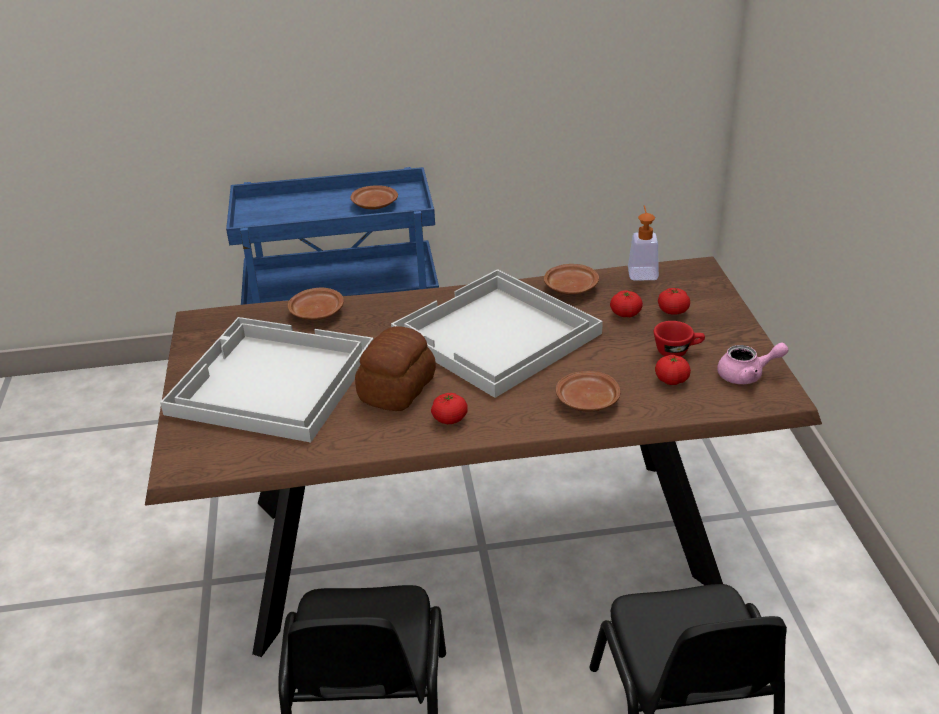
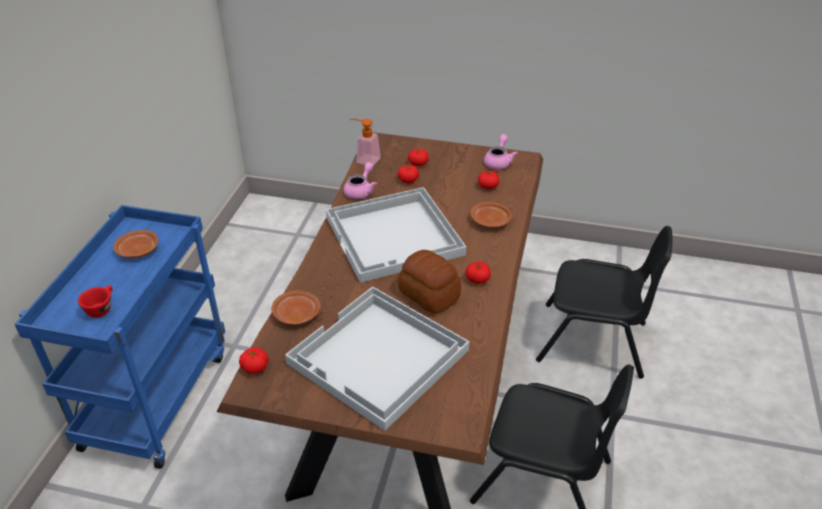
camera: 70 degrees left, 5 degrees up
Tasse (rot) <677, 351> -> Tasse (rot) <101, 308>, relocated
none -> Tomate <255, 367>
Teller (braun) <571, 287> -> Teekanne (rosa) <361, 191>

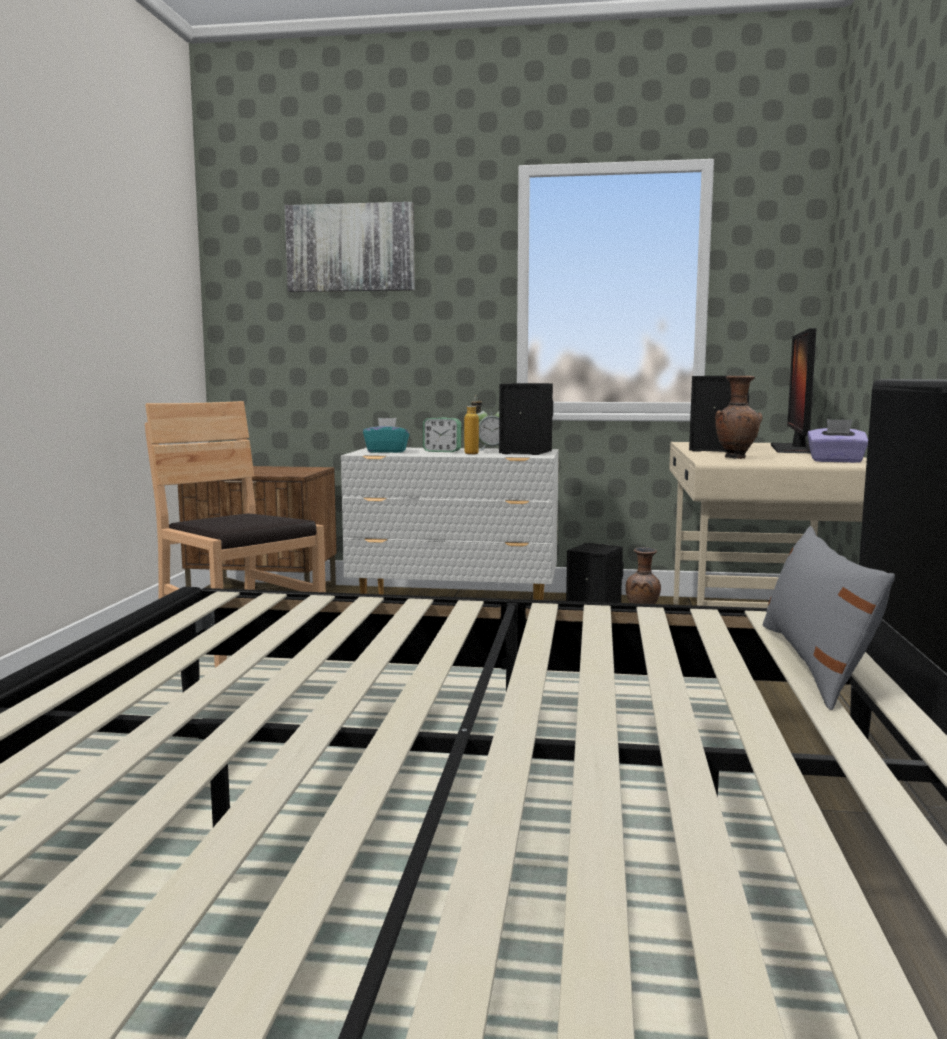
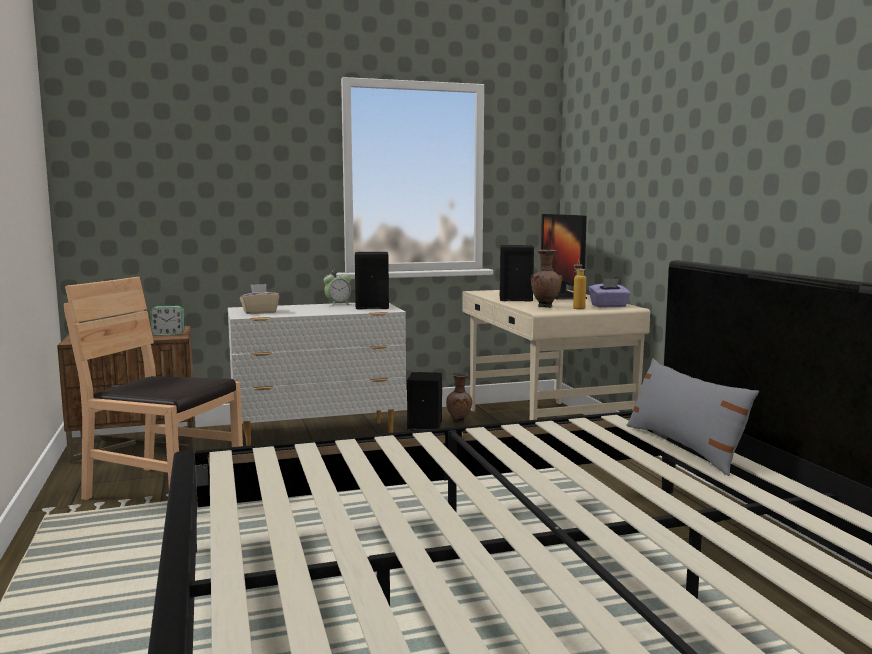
camera: 25 degrees left, 0 degrees up
Wecker <442, 451> -> Wecker <168, 334>, relocated
Taschentuchbox (türkis) <387, 451> -> Taschentuchbox (beige) <259, 312>
Flasche <473, 453> -> Flasche <578, 308>, relocated
Bild <350, 248> -> none

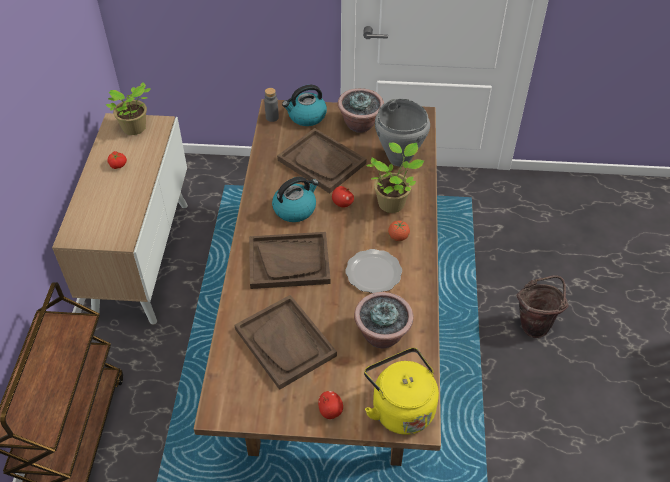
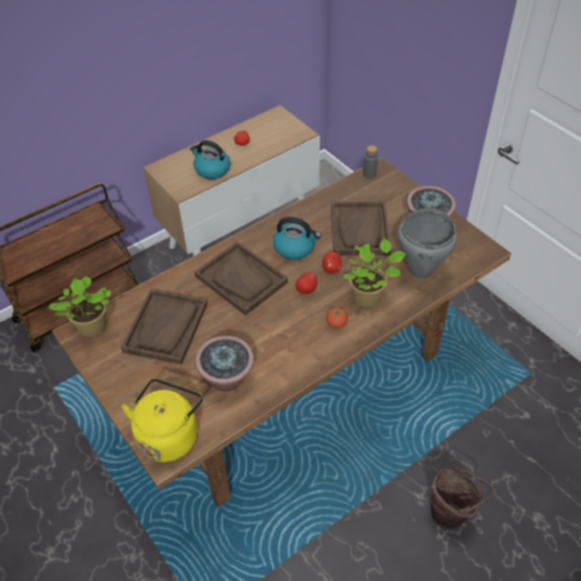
camera: 50 degrees right, 0 degrees up
Topfpflanze <135, 129> -> Topfpflanze <91, 328>, relocated
Wasserkessel <306, 116> -> Wasserkessel <211, 170>, relocated
Apfel <330, 411> -> Apfel <306, 290>, relocated
Teller <374, 273> -> none

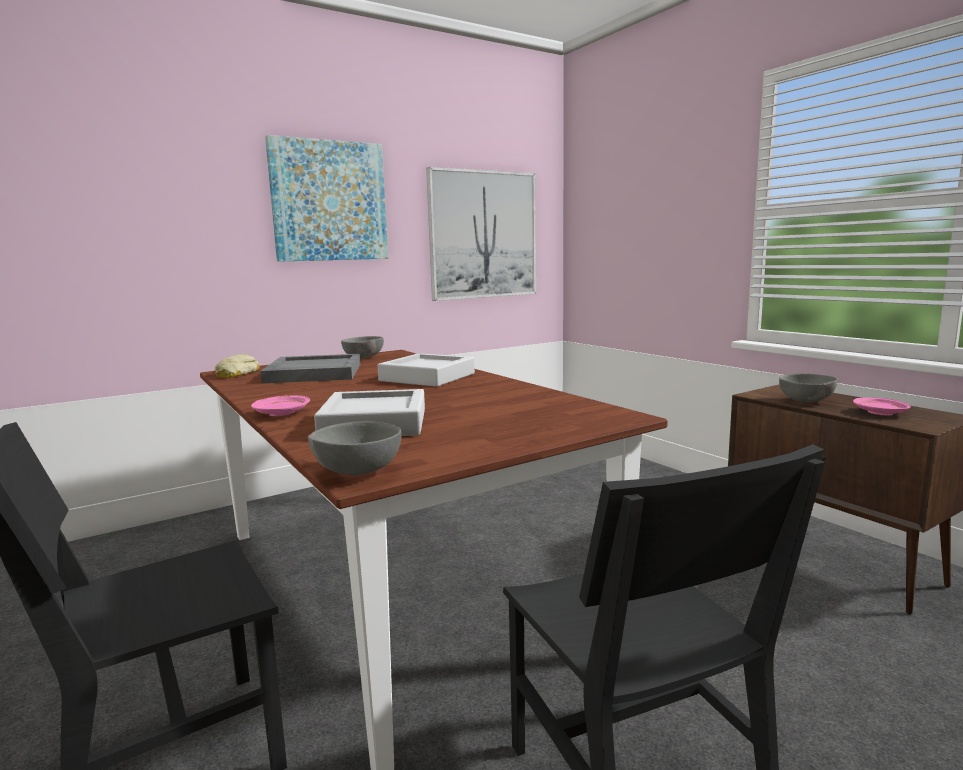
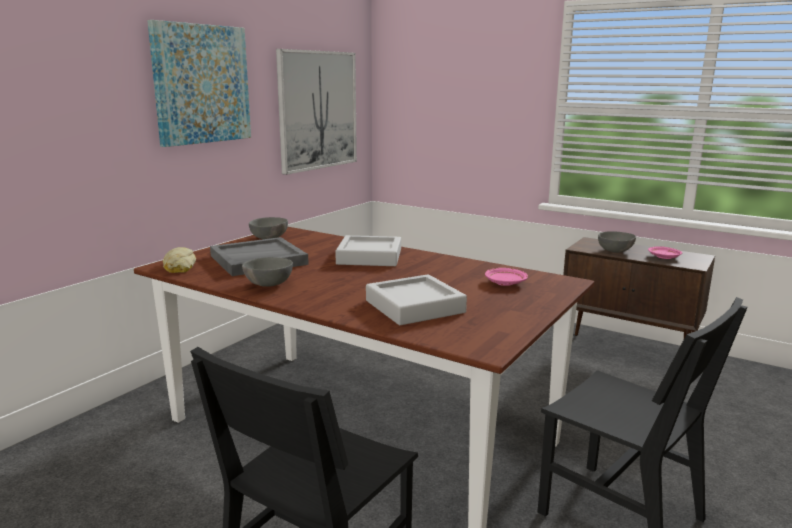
camera: 25 degrees left, 5 degrees up
Schüssel (grau) <355, 472> -> Schüssel (grau) <267, 285>, relocated
Teller (rosa) <282, 413> -> Teller (rosa) <505, 283>, relocated

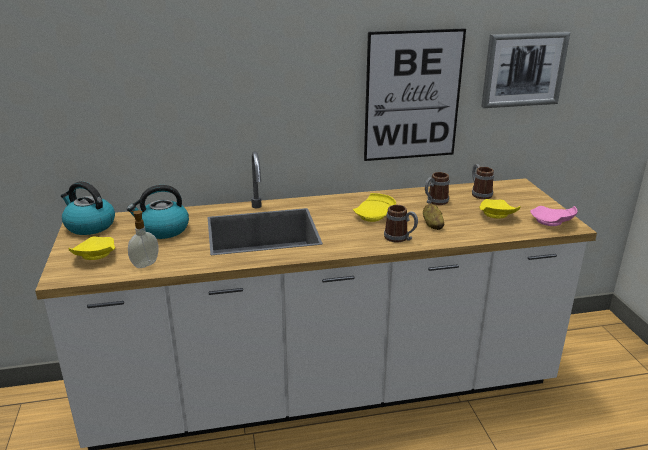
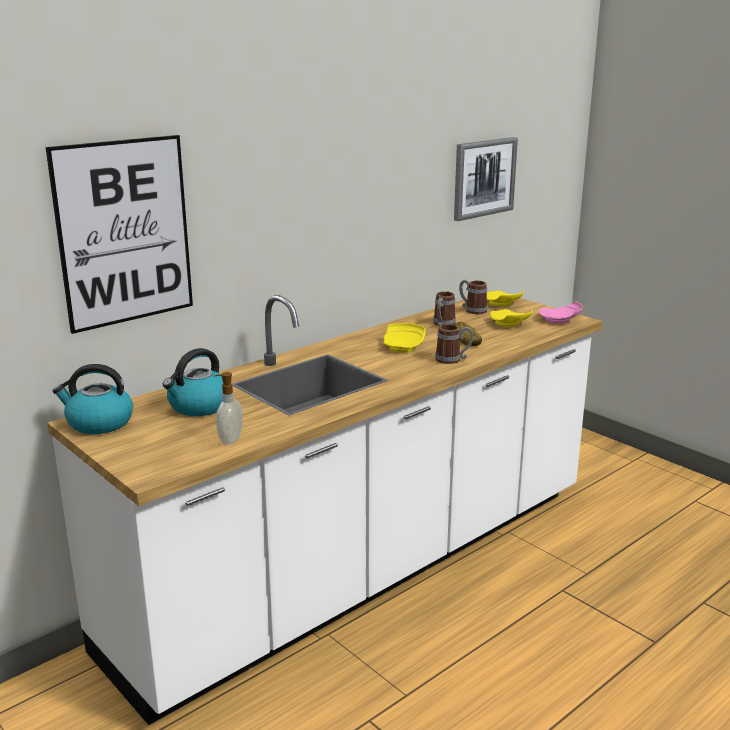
camera: 30 degrees left, 5 degrees down
Bild <412, 96> -> Bild <124, 232>, relocated
Teller (gelb) <94, 256> -> Teller (gelb) <502, 304>, relocated

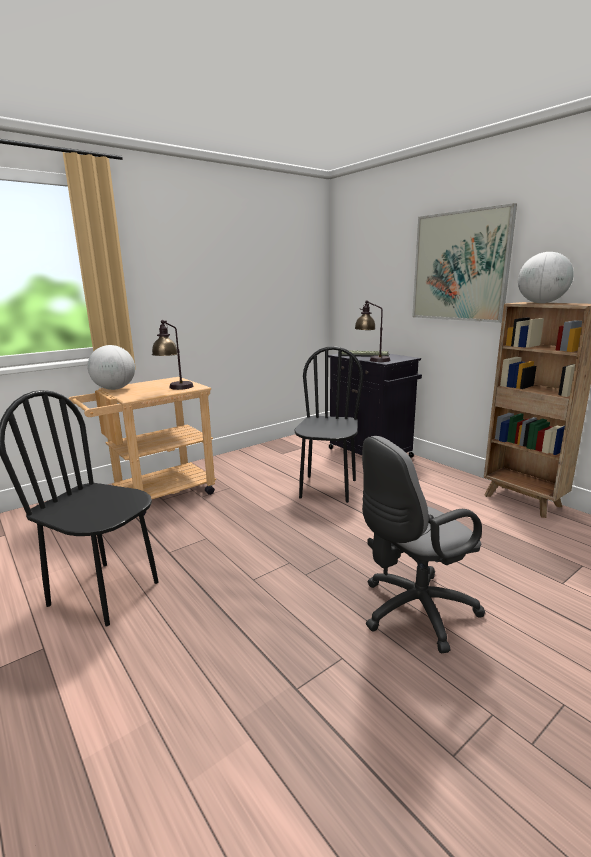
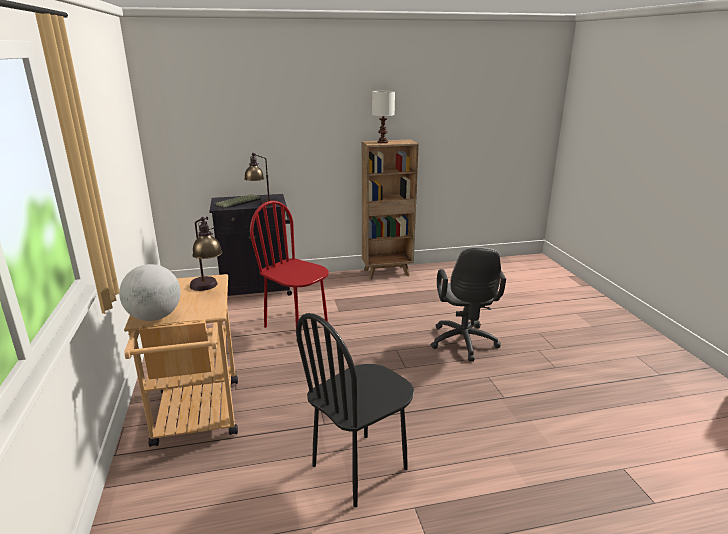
camera: 65 degrees left, 5 degrees up
Stuhl (schwarz) <327, 488> -> Stuhl (rot) <296, 325>
Globus <541, 303> -> Tischlampe (weiß) <383, 142>
Bild <460, 267> -> none

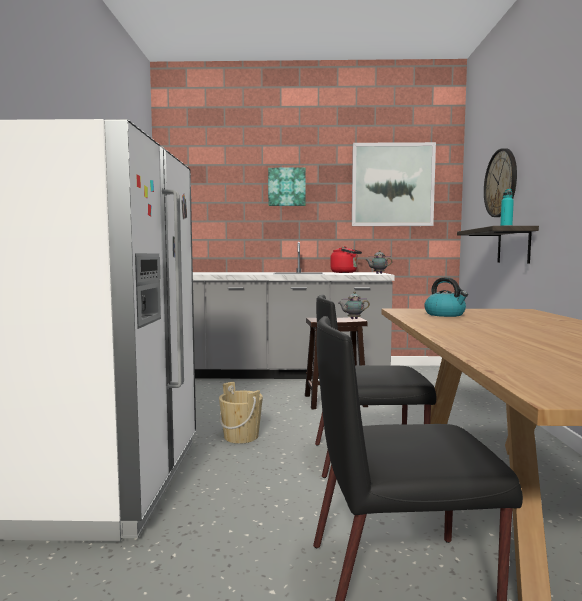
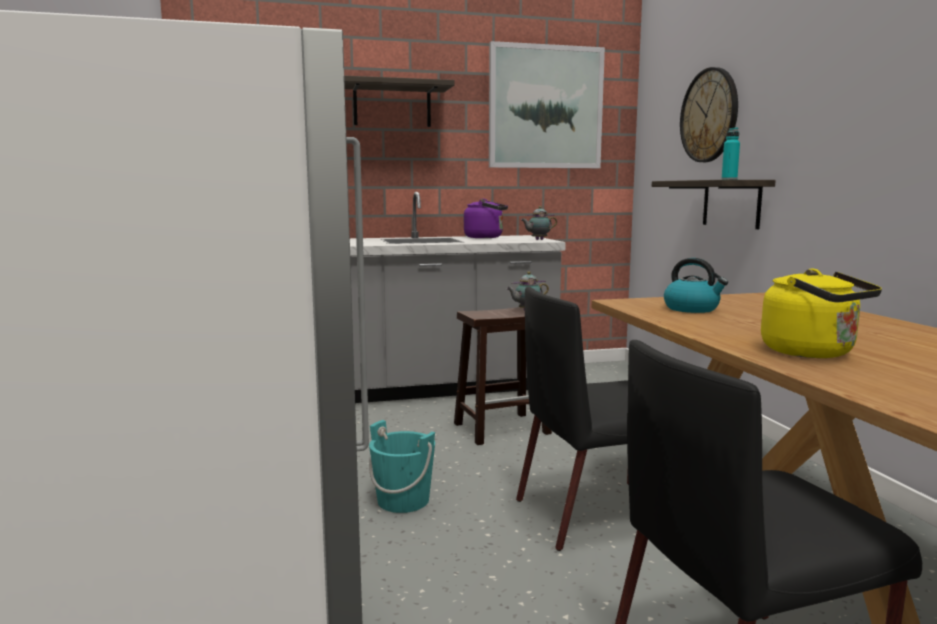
camera: 15 degrees left, 5 degrees up
Bild <287, 187> -> Wandregal <392, 105>
Eimer (beige) <241, 436> -> Eimer (türkis) <403, 500>
Wasserkessel (rot) <345, 272> -> Wasserkessel (lila) <486, 237>
none -> Wasserkessel (gelb) <813, 353>

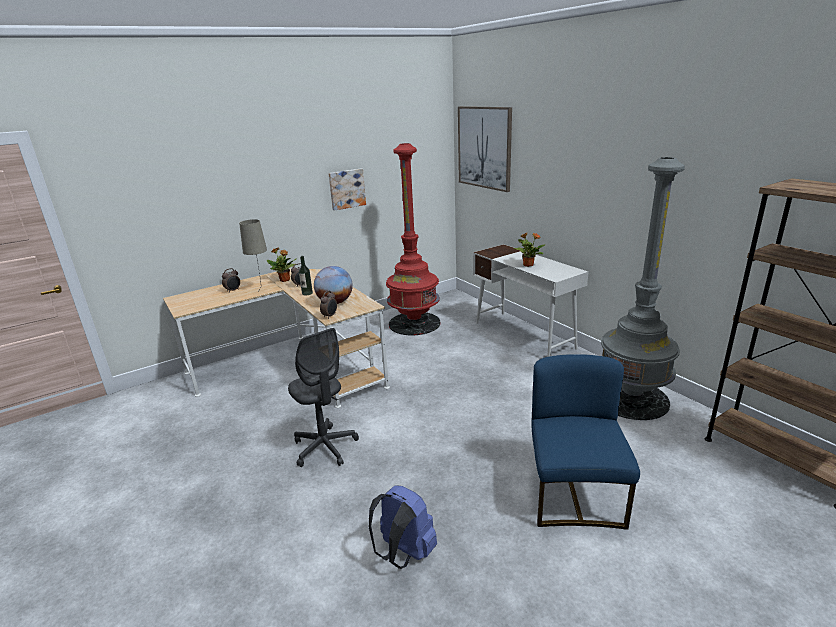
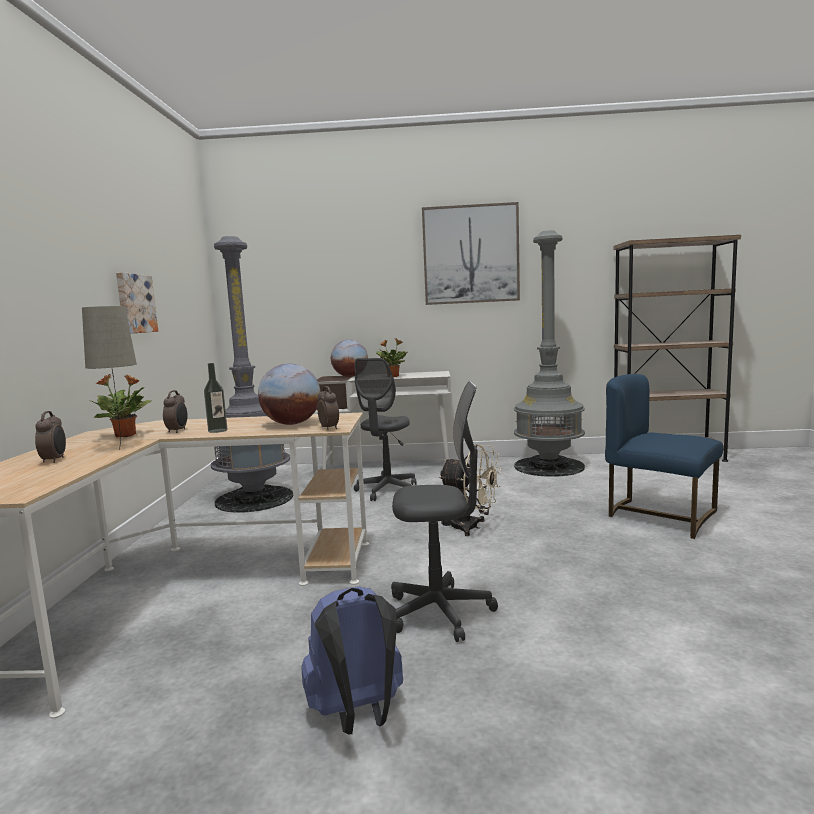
camera: 55 degrees left, 15 degrees down
Stehlampe (rot) <414, 323> -> Stehlampe (grau) <254, 499>
Rucksack (blau) <403, 553> -> Rucksack (blau) <357, 715>, relocated
none -> Globus <350, 376>
none -> Bürostuhl (grau) <387, 490>
Bild <484, 147> -> Bild <470, 254>, relocated
none -> Ventilator (beige) <472, 527>

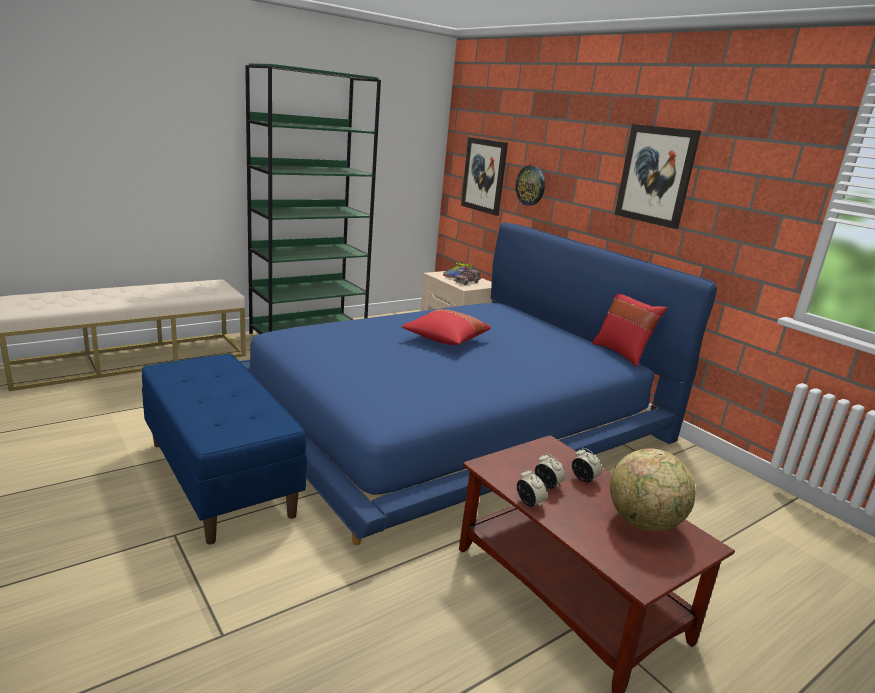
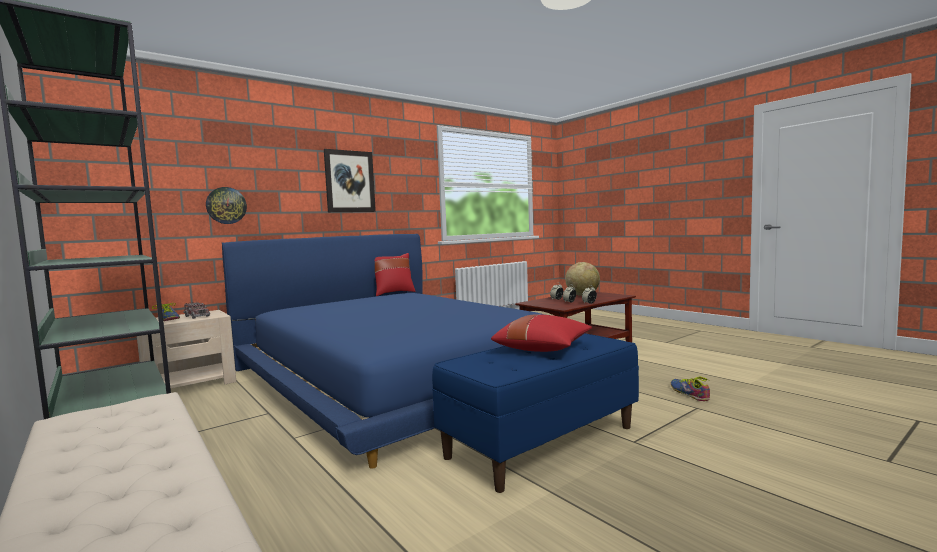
camera: 90 degrees left, 15 degrees down
Kissen (rot) <445, 340> -> Kissen (rot) <543, 349>, relocated
none -> Schuh <689, 393>
Bild <484, 175> -> none

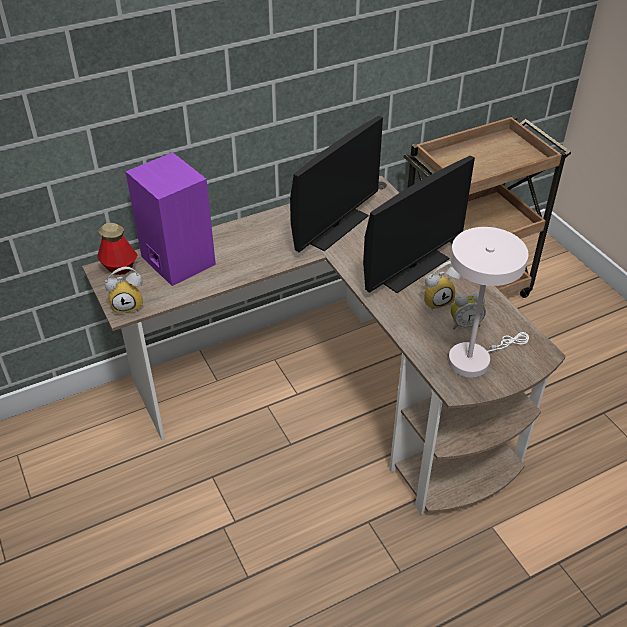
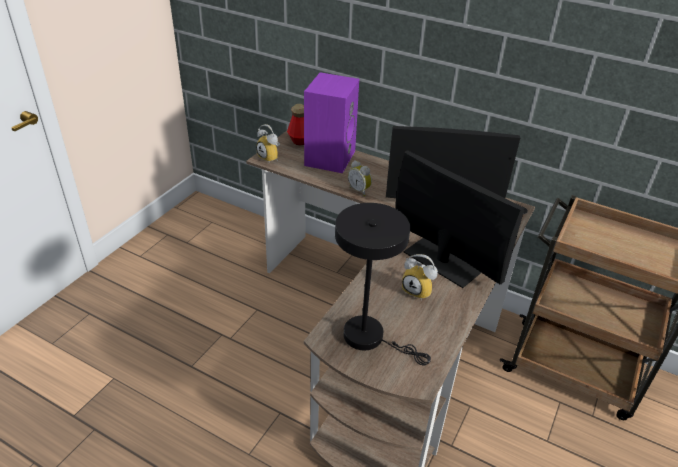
camera: 55 degrees right, 5 degrees down
Tischlampe (weiß) <474, 359> -> Tischlampe (schwarz) <370, 338>
Wecker <464, 324> -> Wecker <360, 190>, relocated
Monitor <410, 267> -> Monitor <442, 262>, 150 degrees counterclockwise

